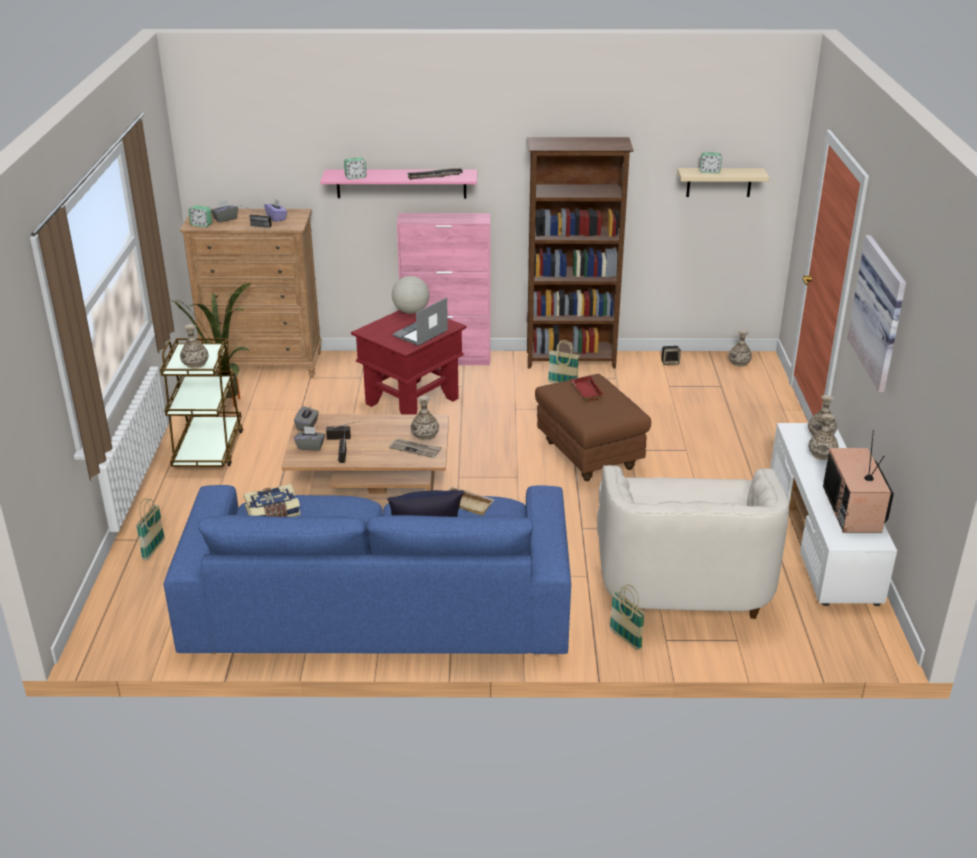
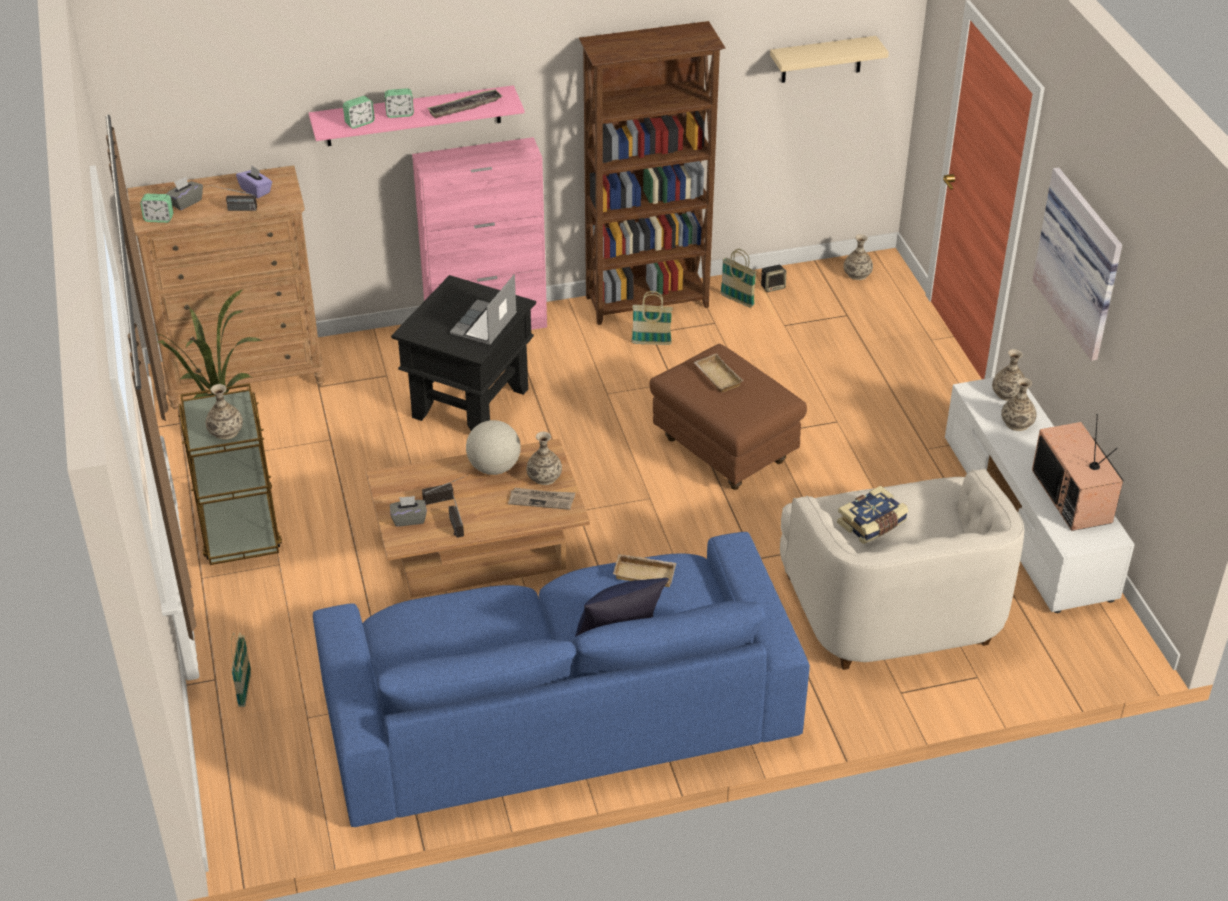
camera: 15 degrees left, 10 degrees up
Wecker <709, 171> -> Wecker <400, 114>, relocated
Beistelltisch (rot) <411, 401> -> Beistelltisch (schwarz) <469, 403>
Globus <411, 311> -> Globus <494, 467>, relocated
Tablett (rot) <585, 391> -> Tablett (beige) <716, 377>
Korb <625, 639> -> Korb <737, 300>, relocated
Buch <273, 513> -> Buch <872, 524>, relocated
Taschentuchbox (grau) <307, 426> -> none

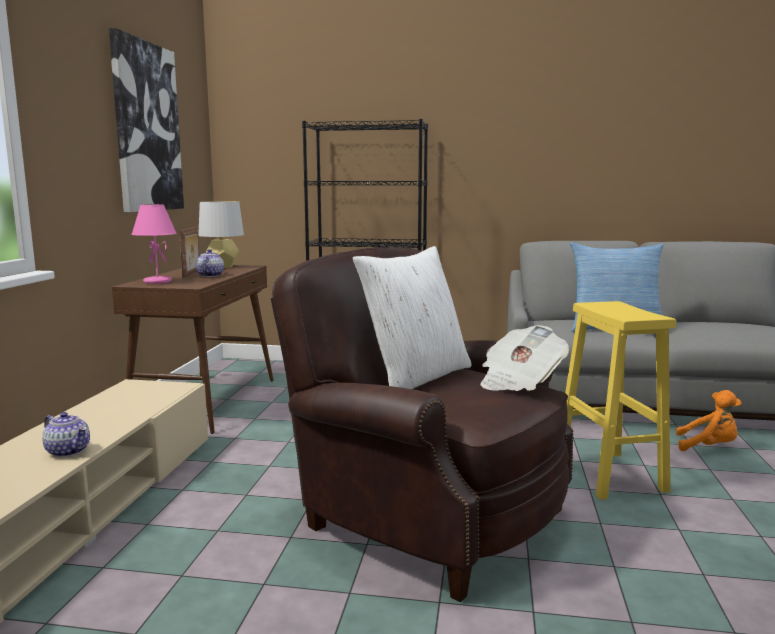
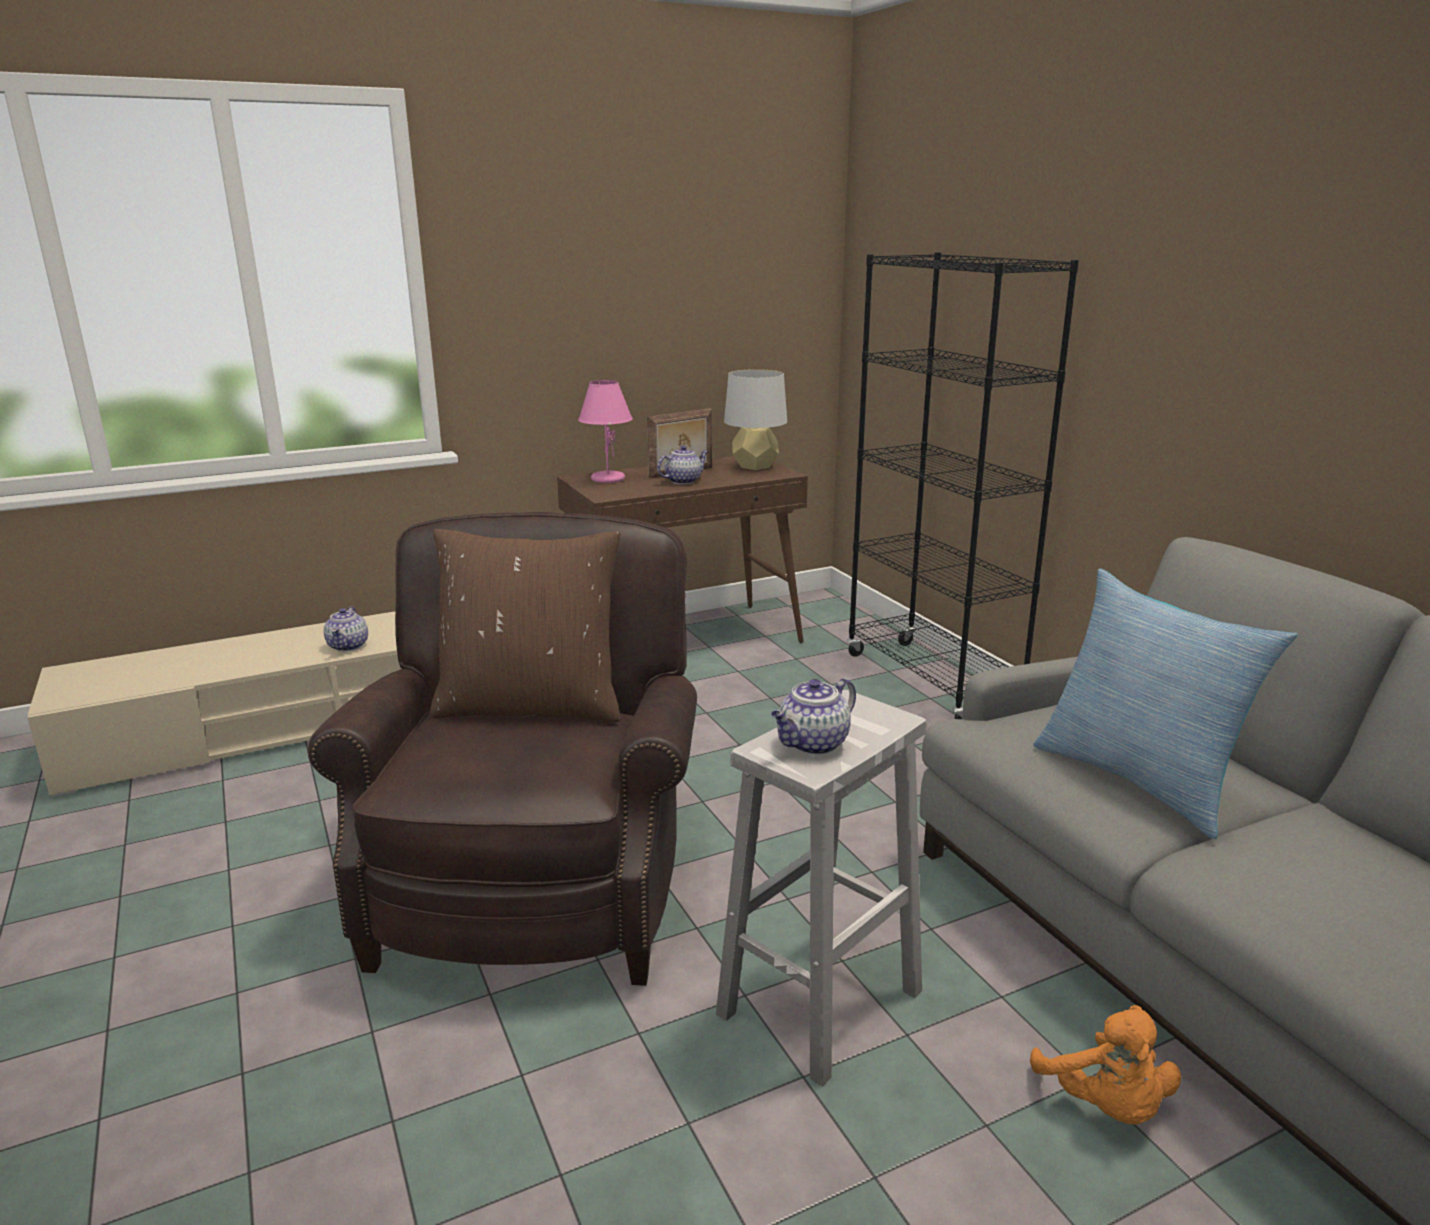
camera: 55 degrees right, 10 degrees up
Kissen (weiß) <416, 378> -> Kissen (braun) <531, 706>
Hocker (gelb) <610, 475> -> Hocker (weiß) <818, 1005>
none -> Teekanne <813, 744>
Bild <146, 127> -> none
Zeitung <519, 381> -> none

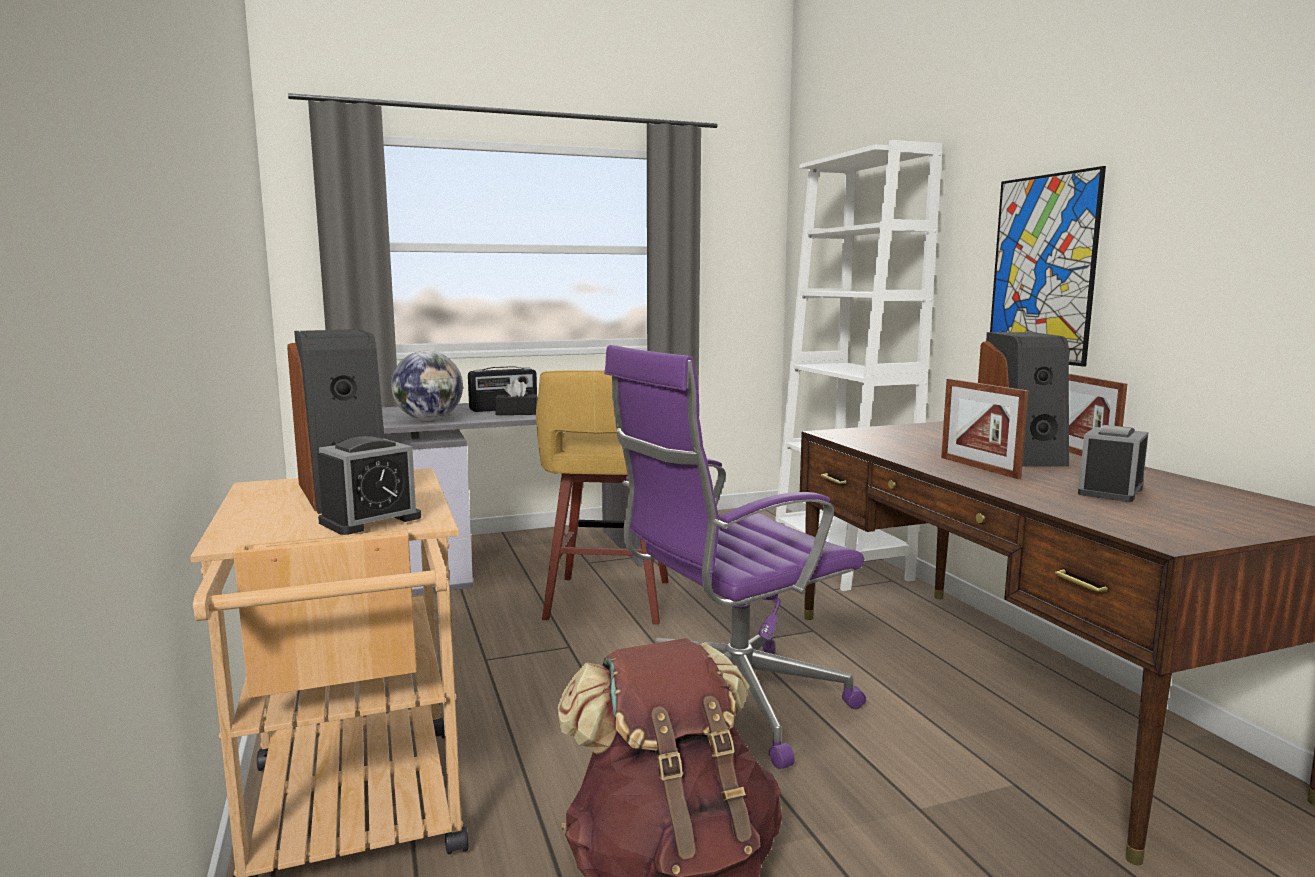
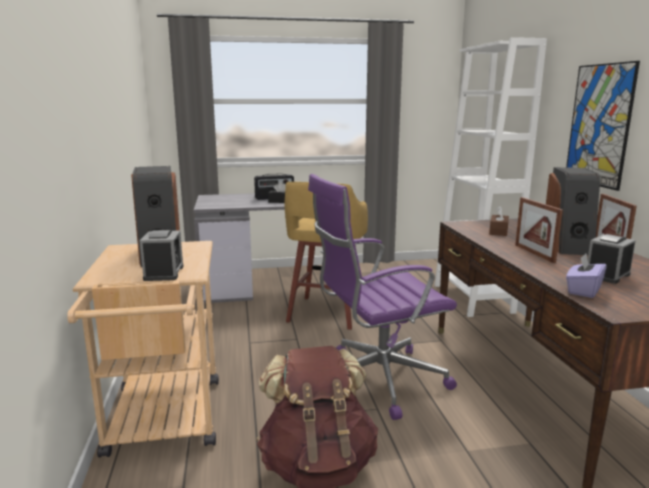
camera: 10 degrees right, 5 degrees up
Wecker <370, 520> -> Wecker <164, 273>, 60 degrees counterclockwise
none -> Taschentuchbox (braun) <498, 231>
none -> Taschentuchbox (lila) <583, 290>
Globus <429, 419> -> none

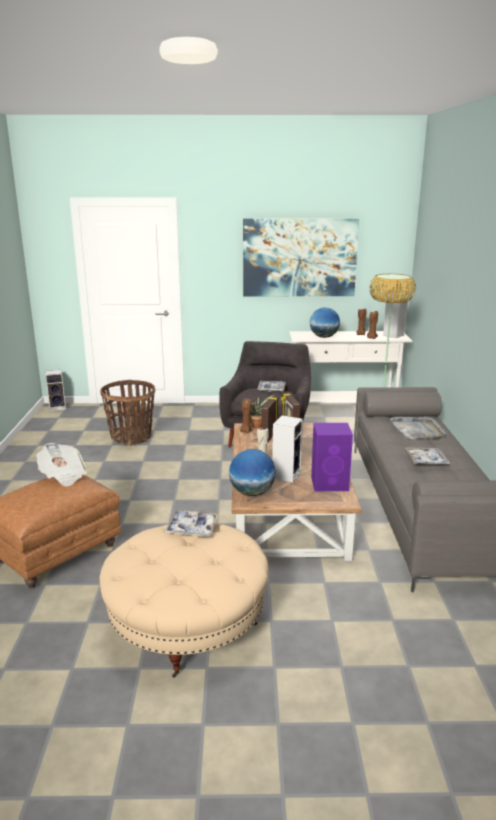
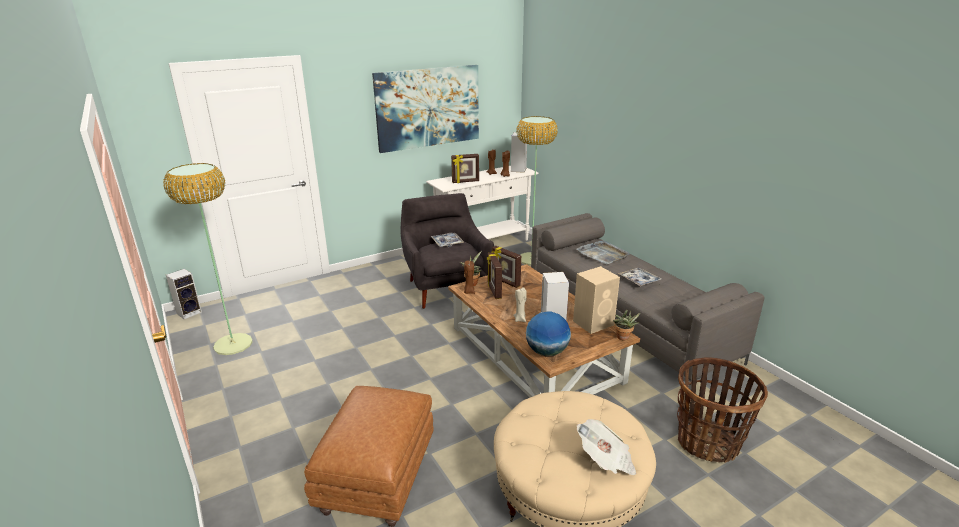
camera: 30 degrees left, 5 degrees up
none -> Stehlampe <233, 344>
Globus <324, 337> -> Bilderrahmen <465, 182>
Lautsprecher (lila) <330, 484> -> Lautsprecher (beige) <594, 323>
Zeitung <63, 476> -> Zeitung <605, 460>, relocated
none -> Topfpflanze <623, 338>
Korb <131, 437> -> Korb <708, 442>, relocated
Tablett <192, 528> -> none

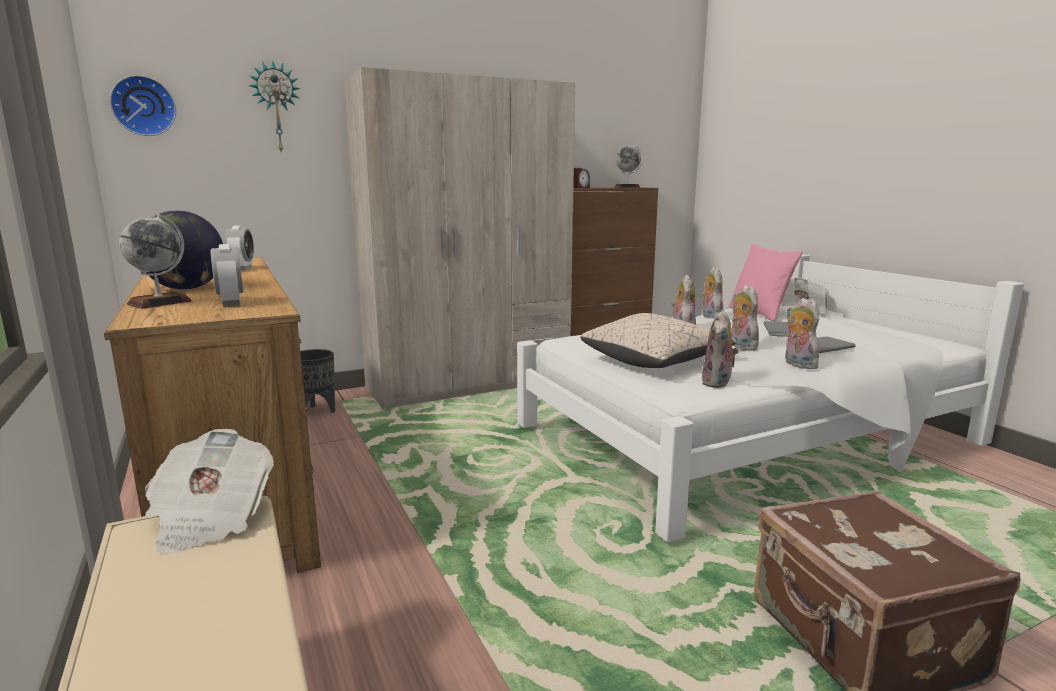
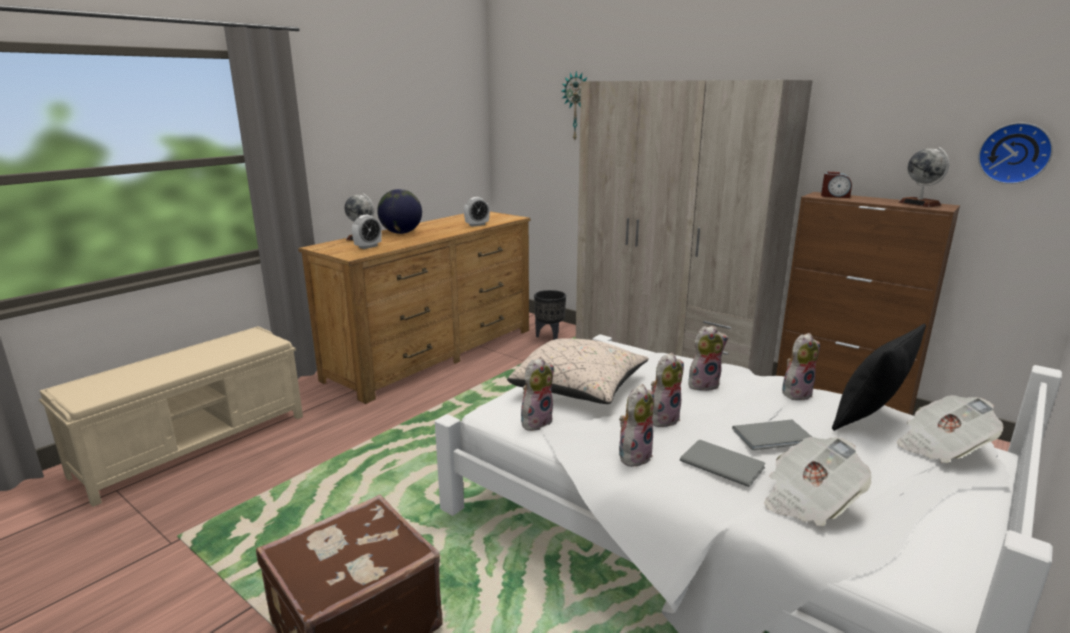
camera: 65 degrees right, 5 degrees up
Plüschtier <718, 383> -> Plüschtier <536, 421>, 135 degrees clockwise
Zeitung <210, 518> -> Zeitung <809, 501>, relocated
Kissen (rosa) <759, 313> -> Kissen (schwarz) <868, 419>
Wanduhr <144, 106> -> Wanduhr <1014, 153>, relocated

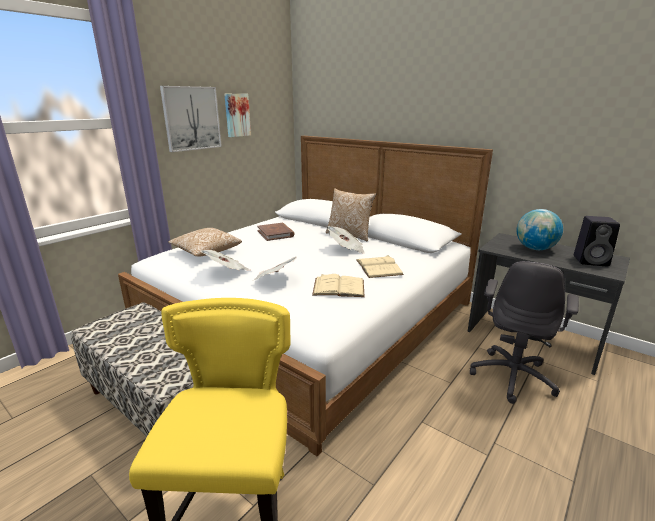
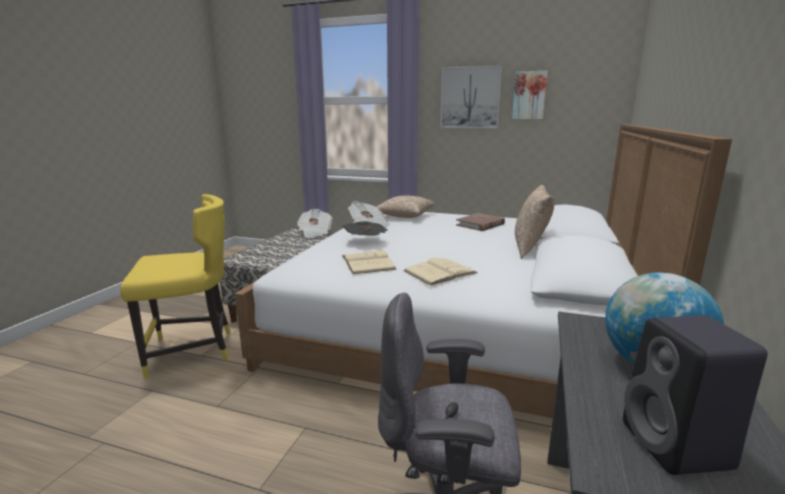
camera: 70 degrees right, 5 degrees down
Zeitung <346, 249> -> Zeitung <314, 233>, relocated

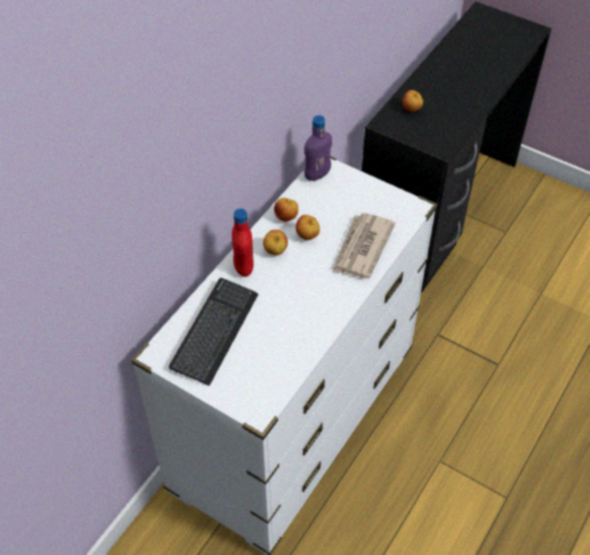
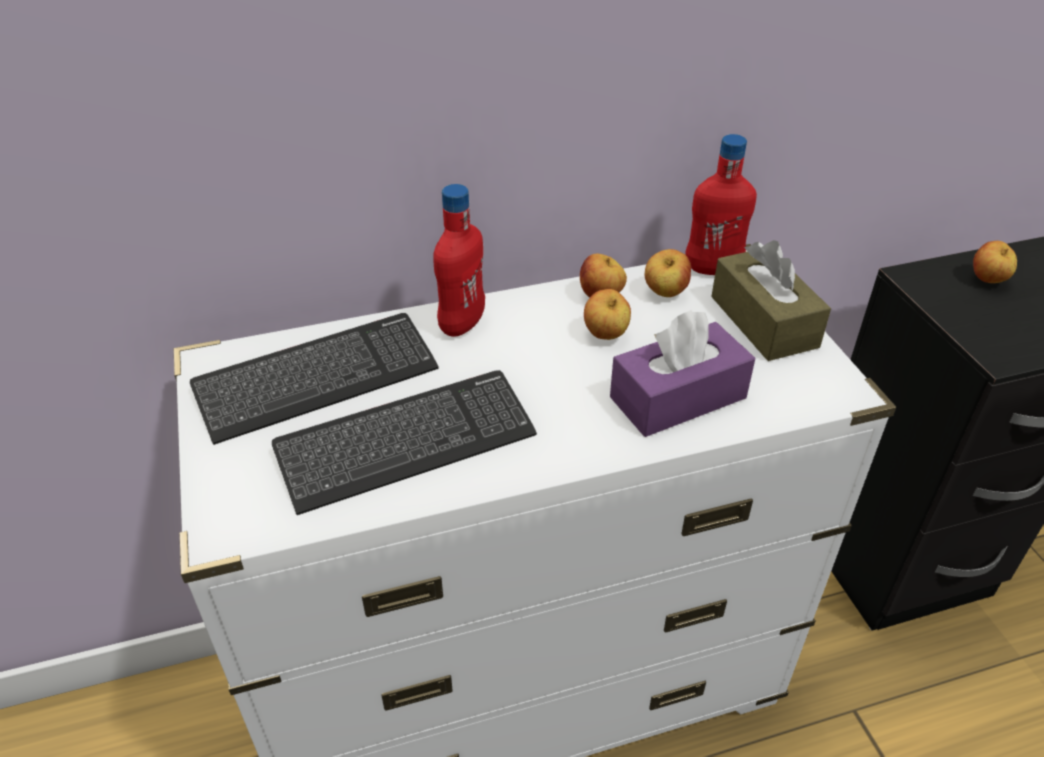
camera: 40 degrees right, 10 degrees down
none -> Tastatur <406, 443>
Zeitung <361, 248> -> Taschentuchbox (lila) <678, 397>
Apfel <275, 251> -> Apfel <665, 293>, relocated
Flasche (lila) <317, 175> -> Flasche (rot) <712, 269>
none -> Taschentuchbox (braun) <763, 321>

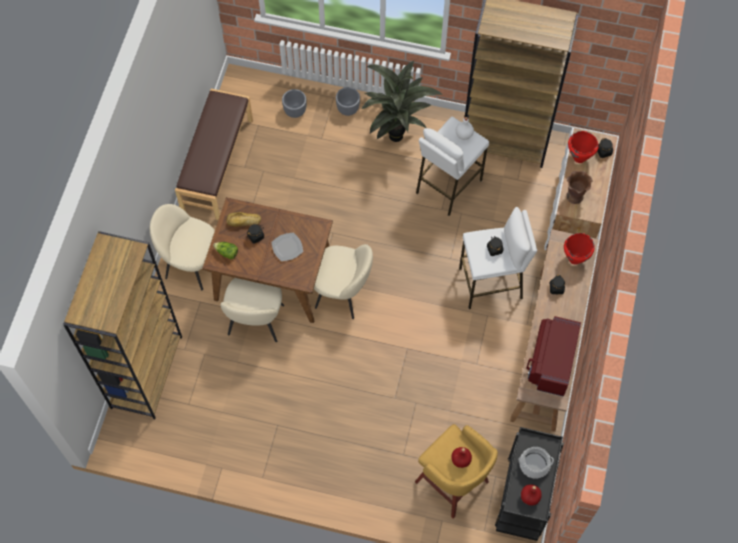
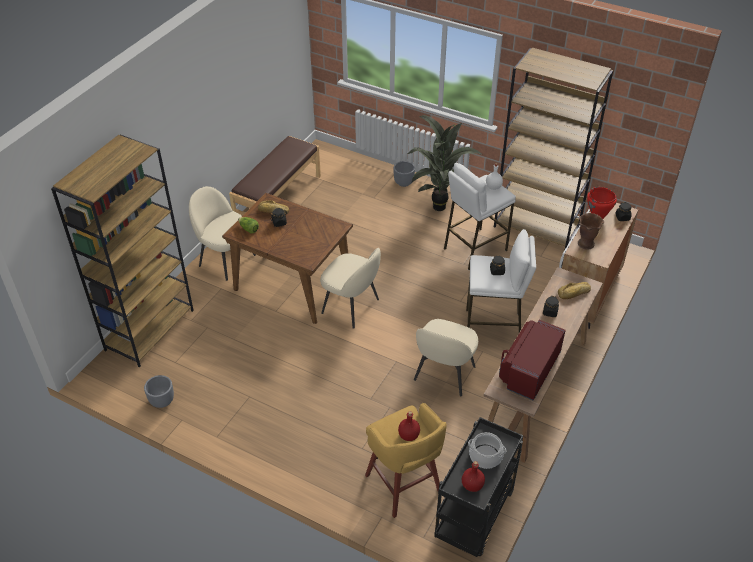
camera: 15 degrees right, 20 degrees down
Pflanzkübel (grau) <295, 111> -> Pflanzkübel (grau) <162, 401>, relocated
Stuhl (beige) <255, 321> -> Stuhl (beige) <443, 374>, relocated
Kochtopf (rot) <574, 259> -> Brot <574, 293>
Teller <287, 247> -> none

